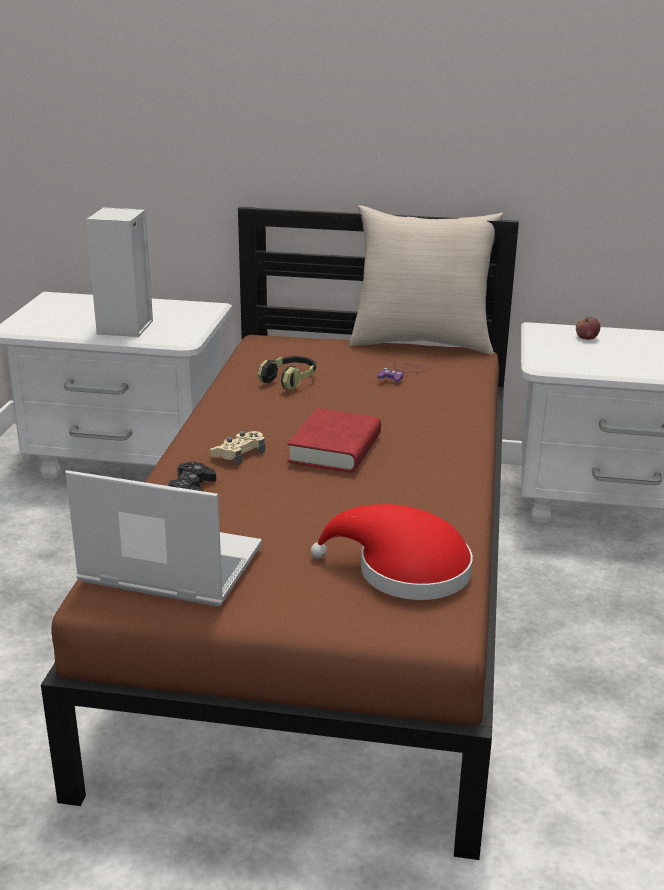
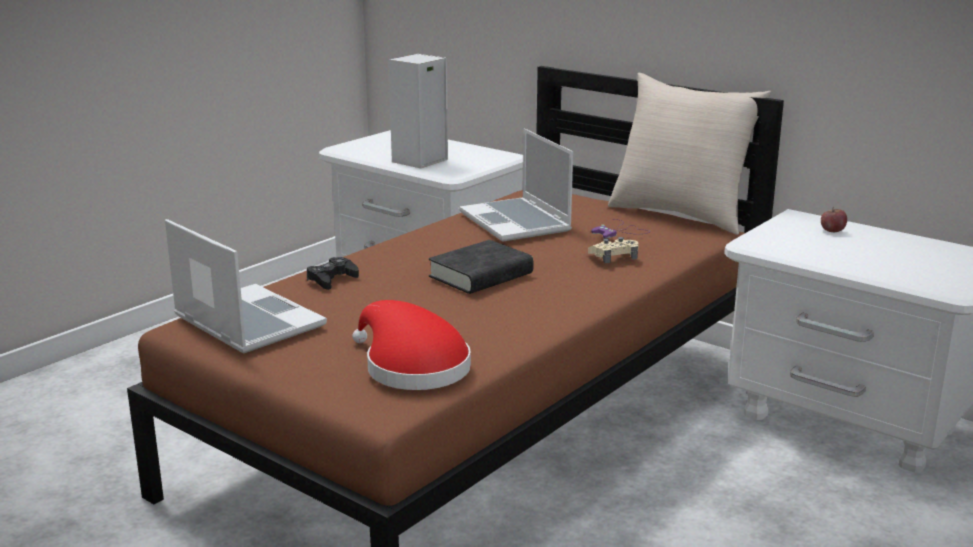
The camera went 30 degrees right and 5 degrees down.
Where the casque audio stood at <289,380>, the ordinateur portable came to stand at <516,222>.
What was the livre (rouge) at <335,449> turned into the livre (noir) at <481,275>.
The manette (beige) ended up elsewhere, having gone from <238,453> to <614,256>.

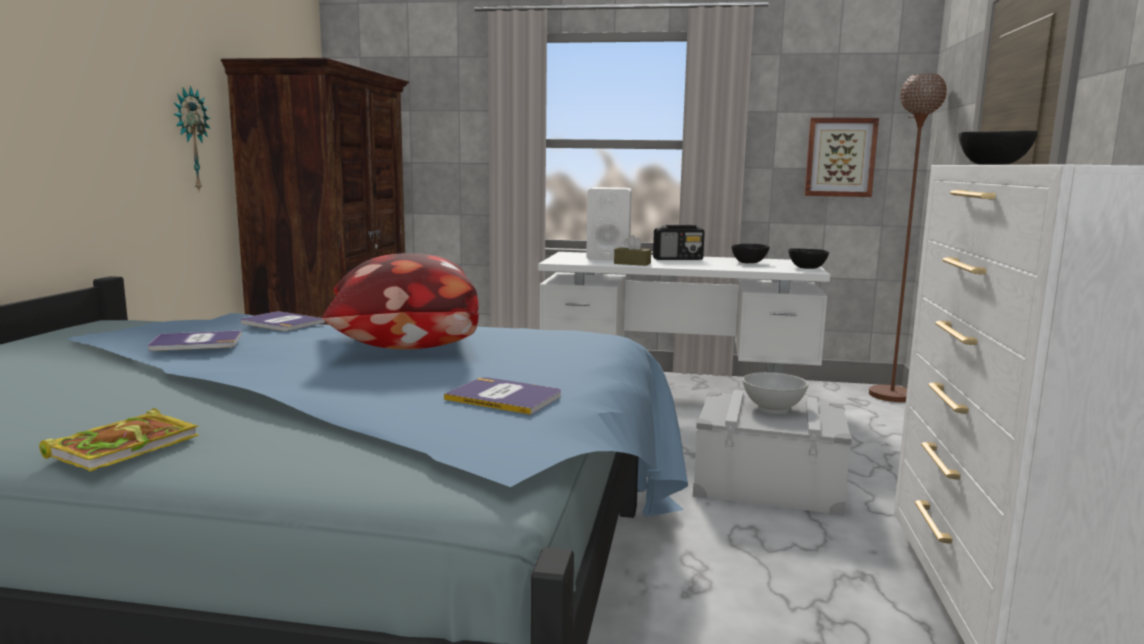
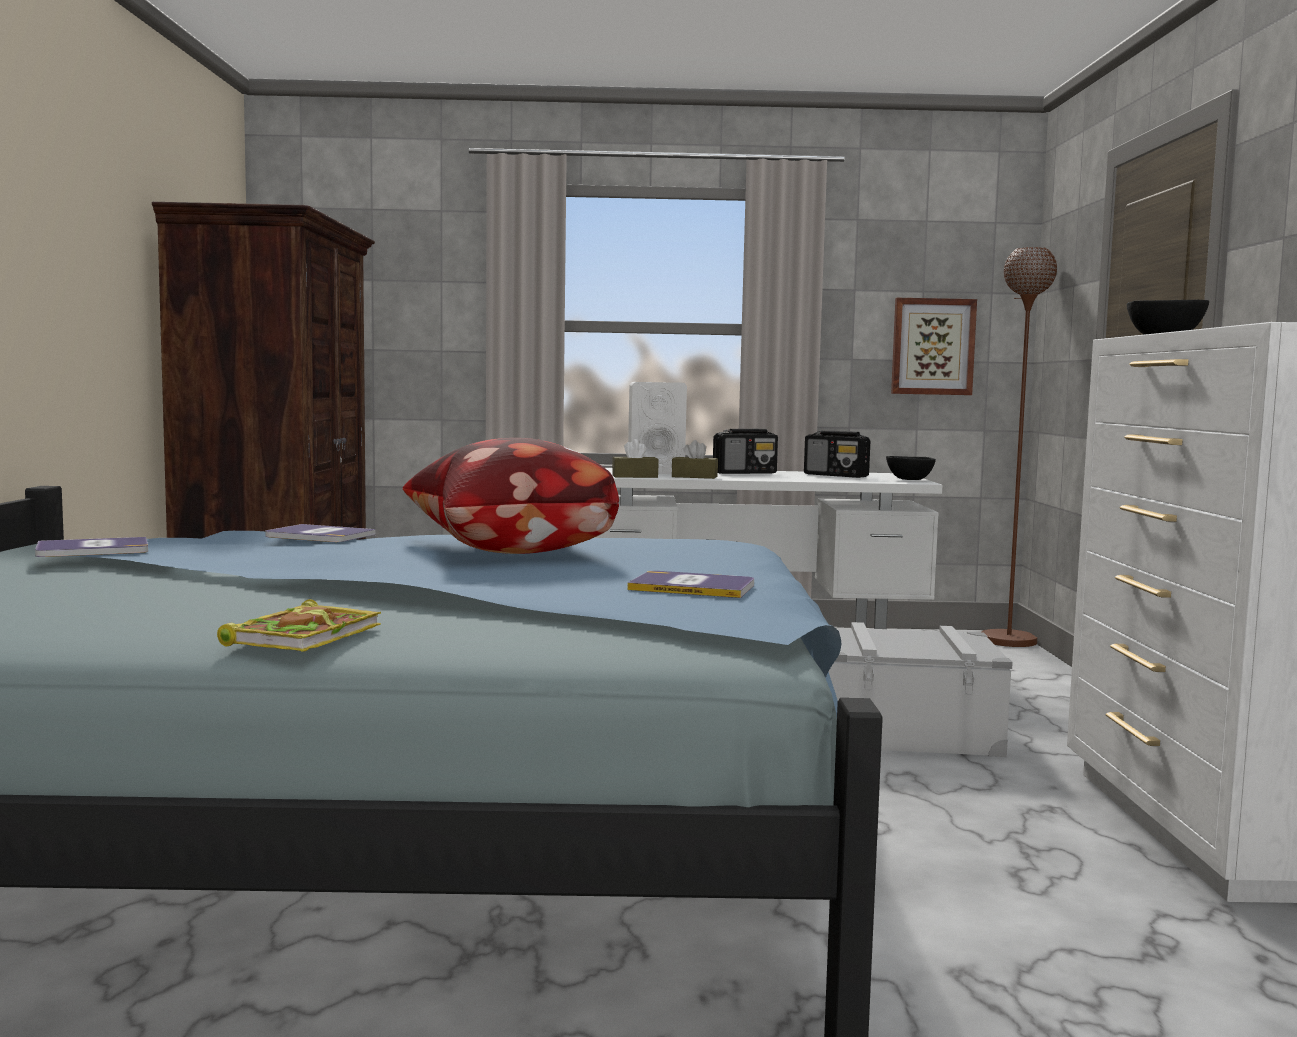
The camera went 10 degrees left and 5 degrees down.
The second view lost the horloge murale at <190,139>.
Where the bol (noir) stood at <750,263>, the radio came to stand at <836,475>.
The livre ended up elsewhere, having gone from <196,342> to <93,550>.
The second view lost the bol (blanc) at <773,408>.
The second view gained the boîte à mouchoirs (marron) at <635,476>.

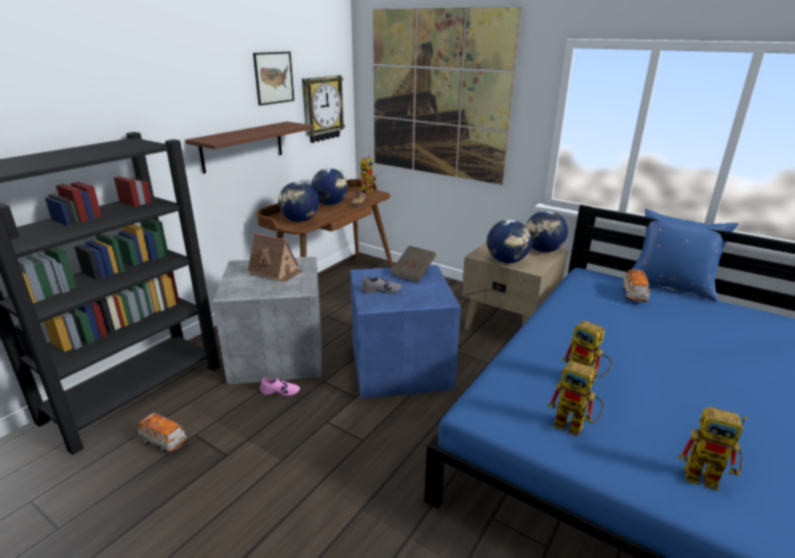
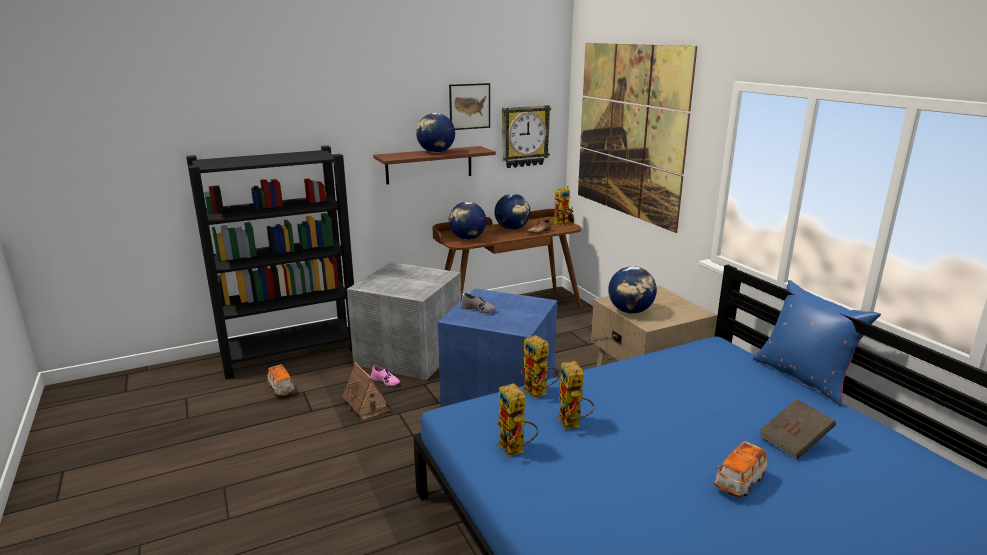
The camera went 30 degrees right and 5 degrees down.
The globe ended up elsewhere, having gone from <543,250> to <436,152>.
The maison miniature ended up elsewhere, having gone from <276,272> to <367,404>.
The livre (marron) ended up elsewhere, having gone from <413,273> to <794,441>.
The petite voiture ended up elsewhere, having gone from <634,295> to <739,482>.
The robot jouet ended up elsewhere, having gone from <709,478> to <539,393>.

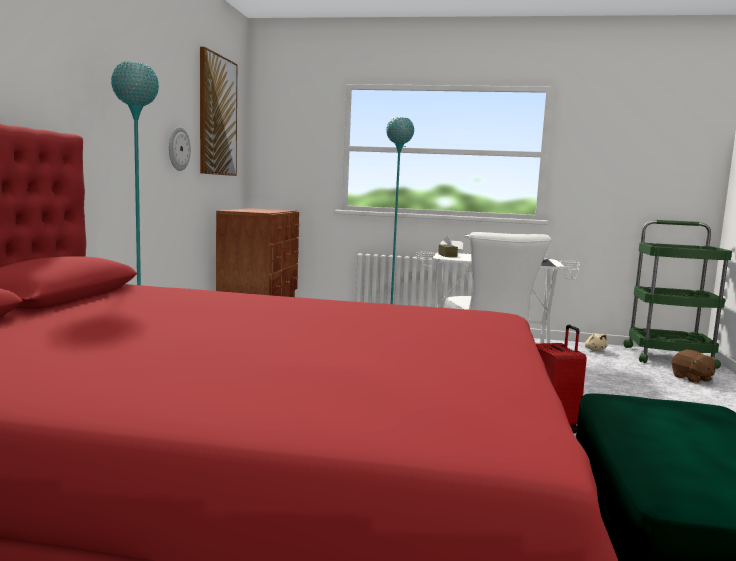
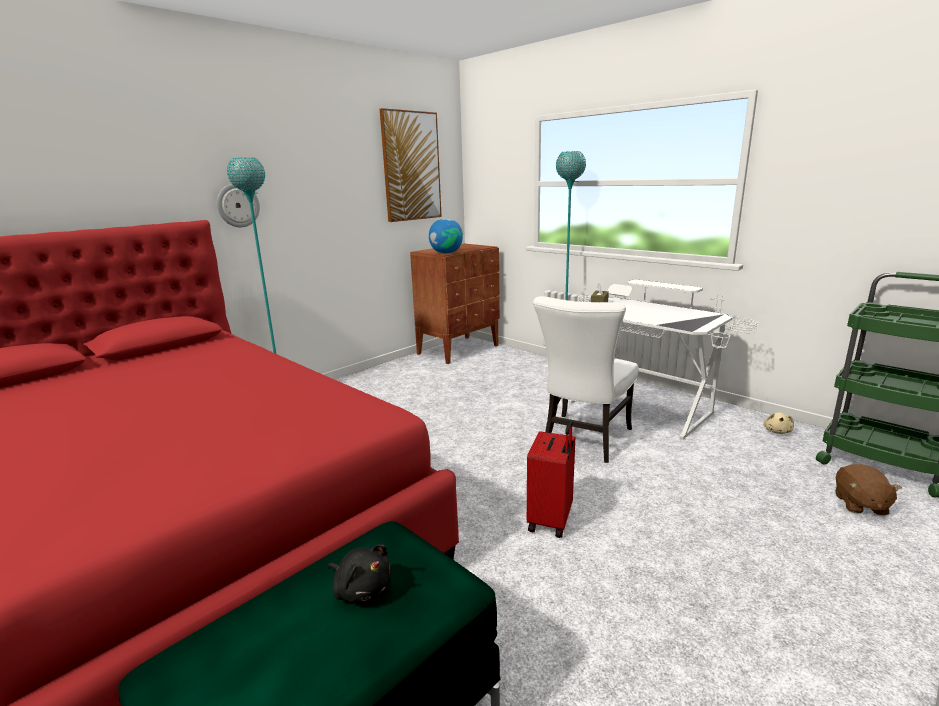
The camera went 35 degrees right and 10 degrees up.
The horloge murale ended up elsewhere, having gone from <178,149> to <238,205>.
The second view gained the globe at <446,253>.
The second view gained the peluche (noir) at <361,589>.

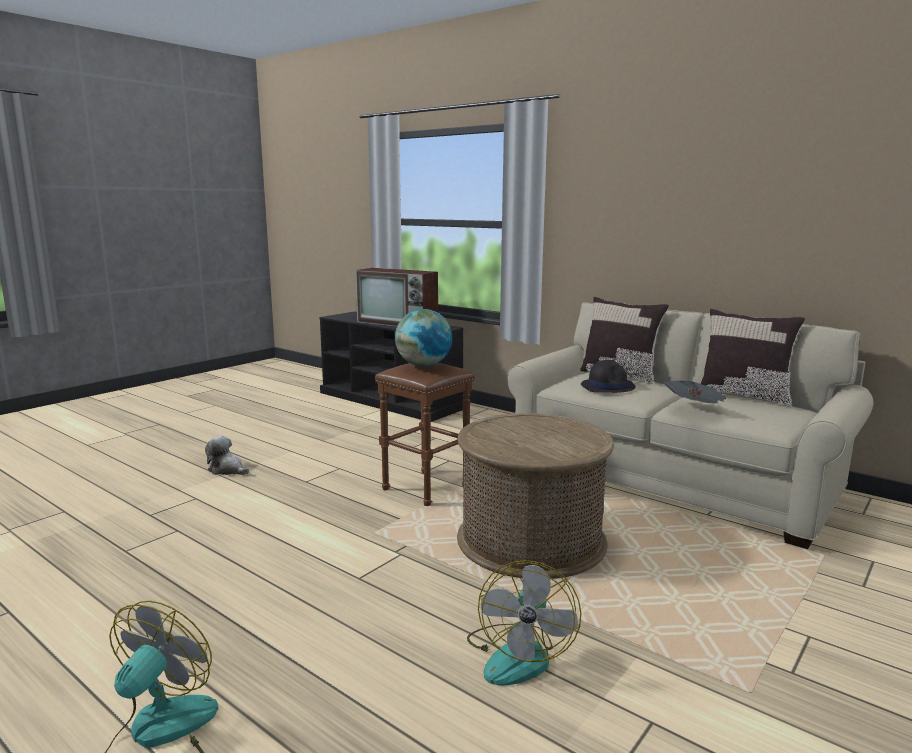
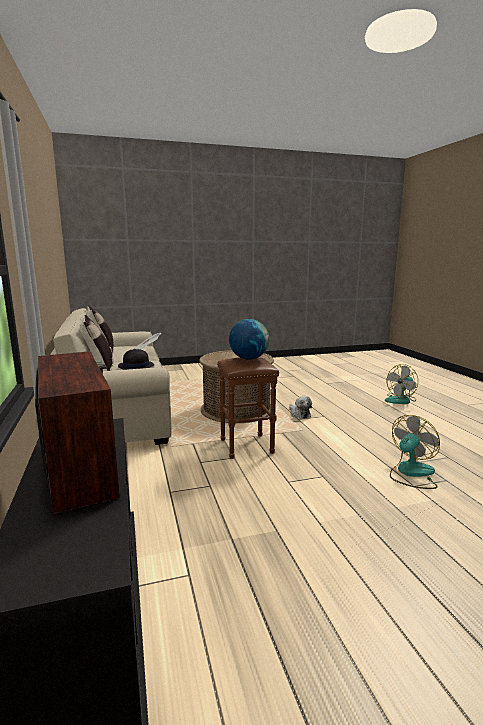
The camera went 145 degrees left and 0 degrees up.
The peluche ended up elsewhere, having gone from <227,470> to <299,414>.
The ventilateur ended up elsewhere, having gone from <518,655> to <411,473>.

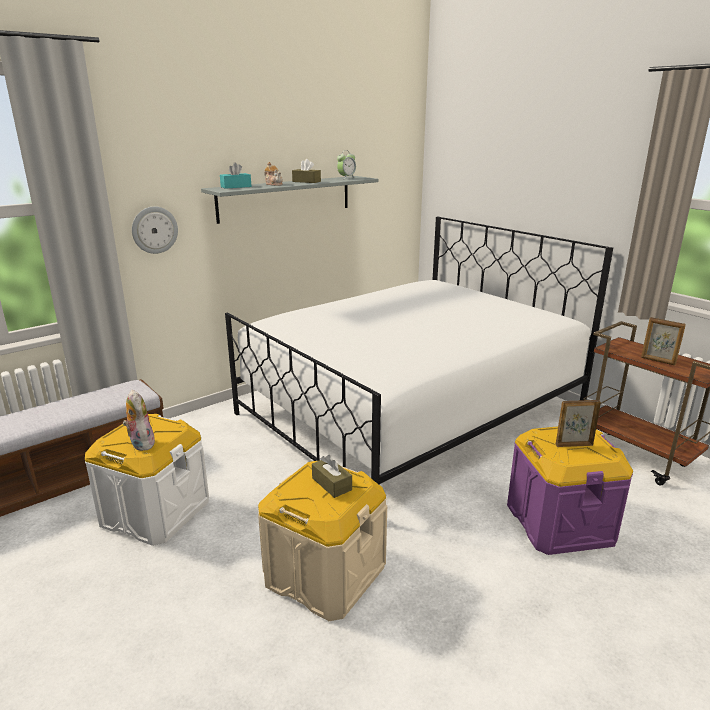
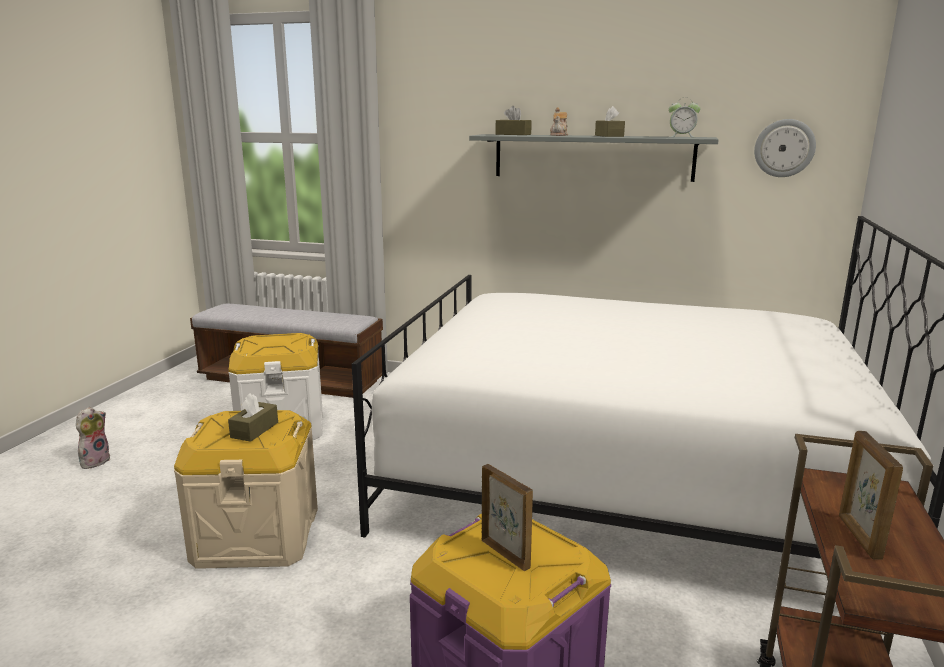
The camera went 55 degrees right and 5 degrees down.
What was the boîte à mouchoirs (turquoise) at <236,187> turned into the boîte à mouchoirs (marron) at <513,134>.
The horloge murale ended up elsewhere, having gone from <154,230> to <784,148>.
The peluche ended up elsewhere, having gone from <140,443> to <95,461>.

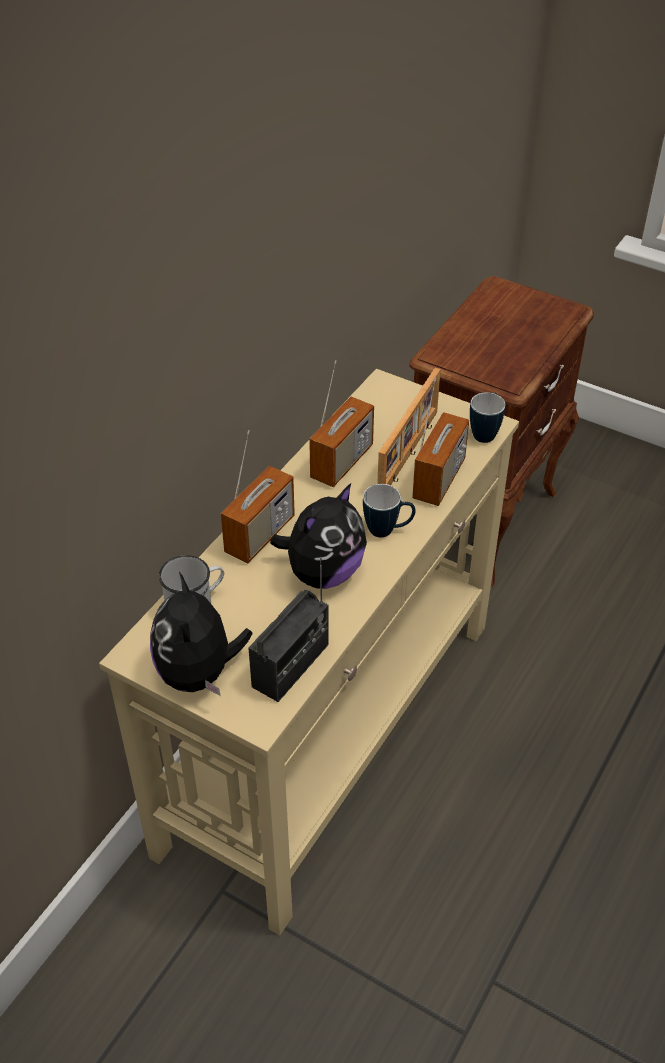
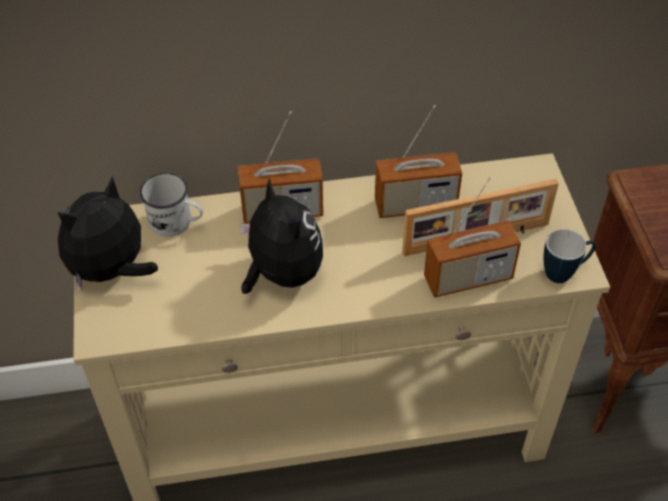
The camera went 50 degrees right and 5 degrees up.
The peluche at <323,573> ended up facing another way, 120 degrees counterclockwise from before.
The second view lost the mug at <388,530>.
The second view lost the radio at <291,665>.

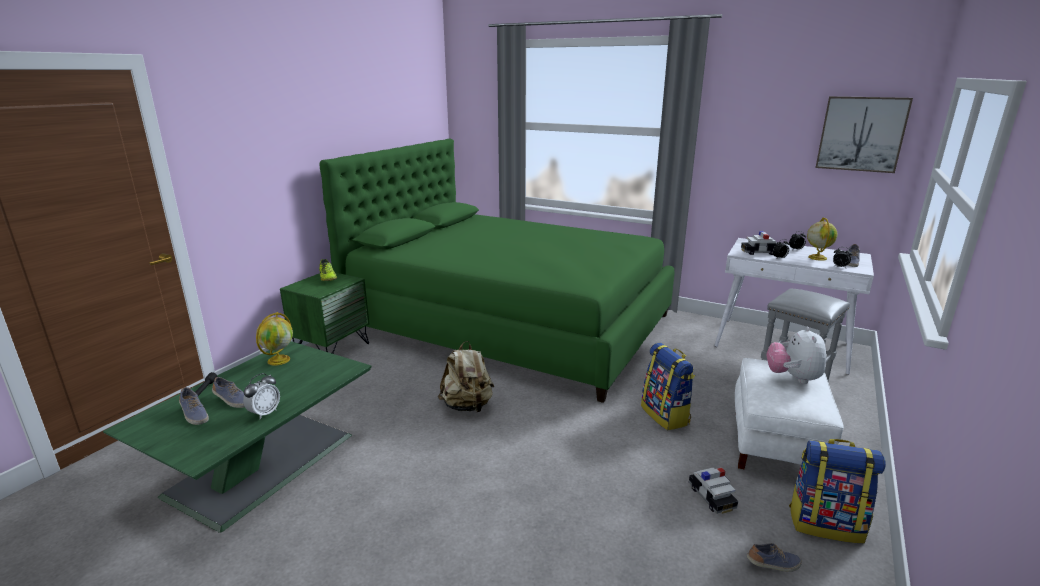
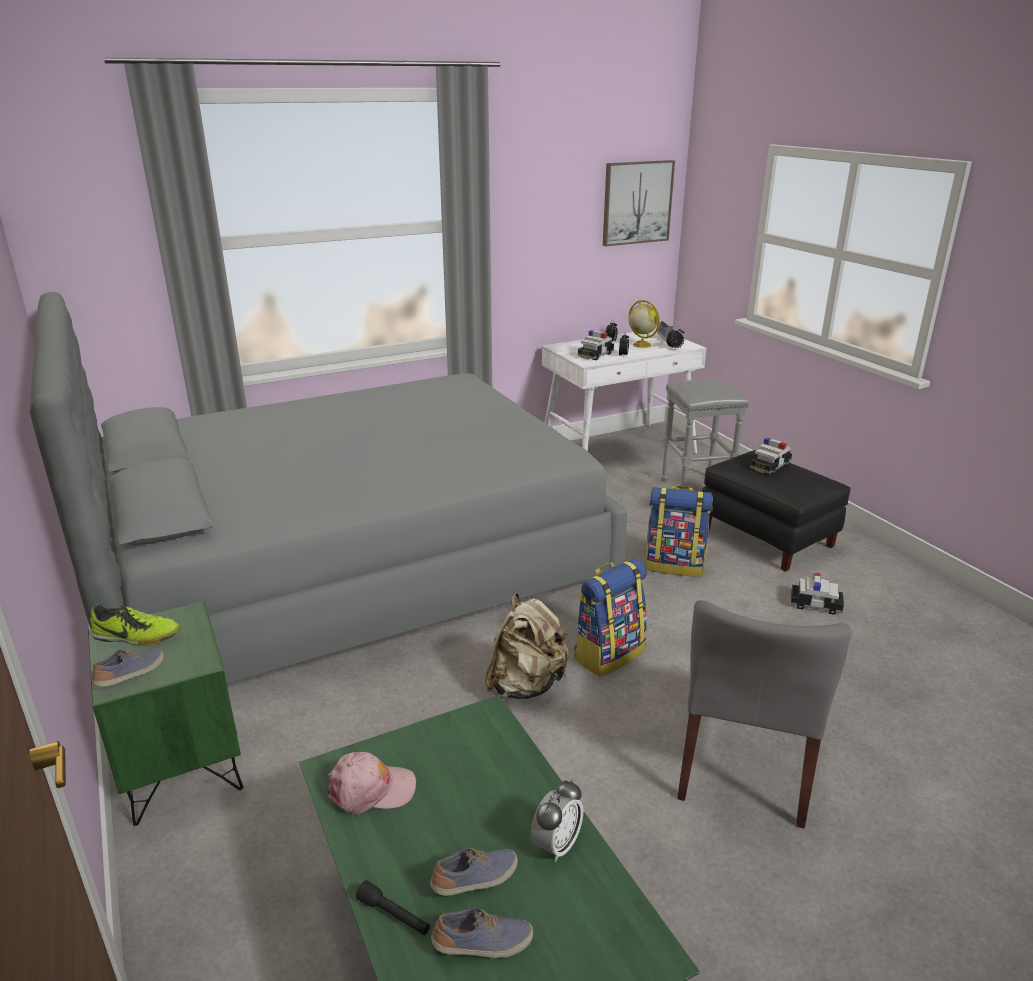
The camera went 55 degrees left and 5 degrees up.
What was the lit (vert) at <509,322> turned into the lit (gris) at <350,567>.
Where the globe stood at <279,360>, the casquette (rose) came to stand at <371,789>.
Where the peluche stood at <793,378>, the petite voiture came to stand at <770,466>.
What was the pouf (blanc) at <777,445> turned into the pouf (noir) at <767,537>.
The réveil at <264,413> ended up facing another way, 60 degrees clockwise from before.
The sac à dos ended up elsewhere, having gone from <826,524> to <608,654>.
The chaussure ended up elsewhere, having gone from <773,565> to <132,675>.
The second view gained the chaise (gris) at <744,763>.

